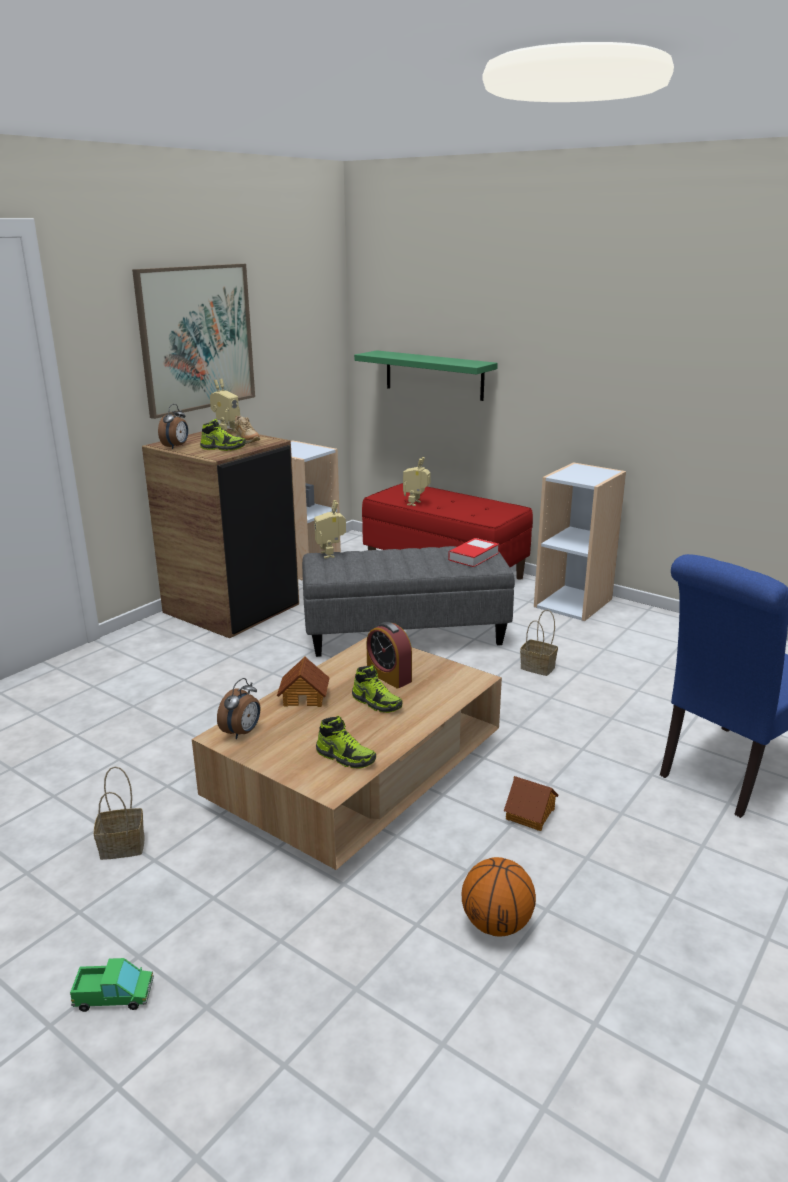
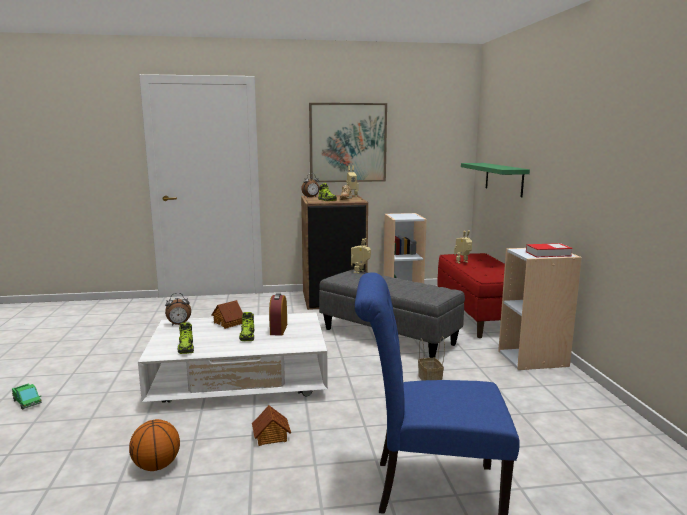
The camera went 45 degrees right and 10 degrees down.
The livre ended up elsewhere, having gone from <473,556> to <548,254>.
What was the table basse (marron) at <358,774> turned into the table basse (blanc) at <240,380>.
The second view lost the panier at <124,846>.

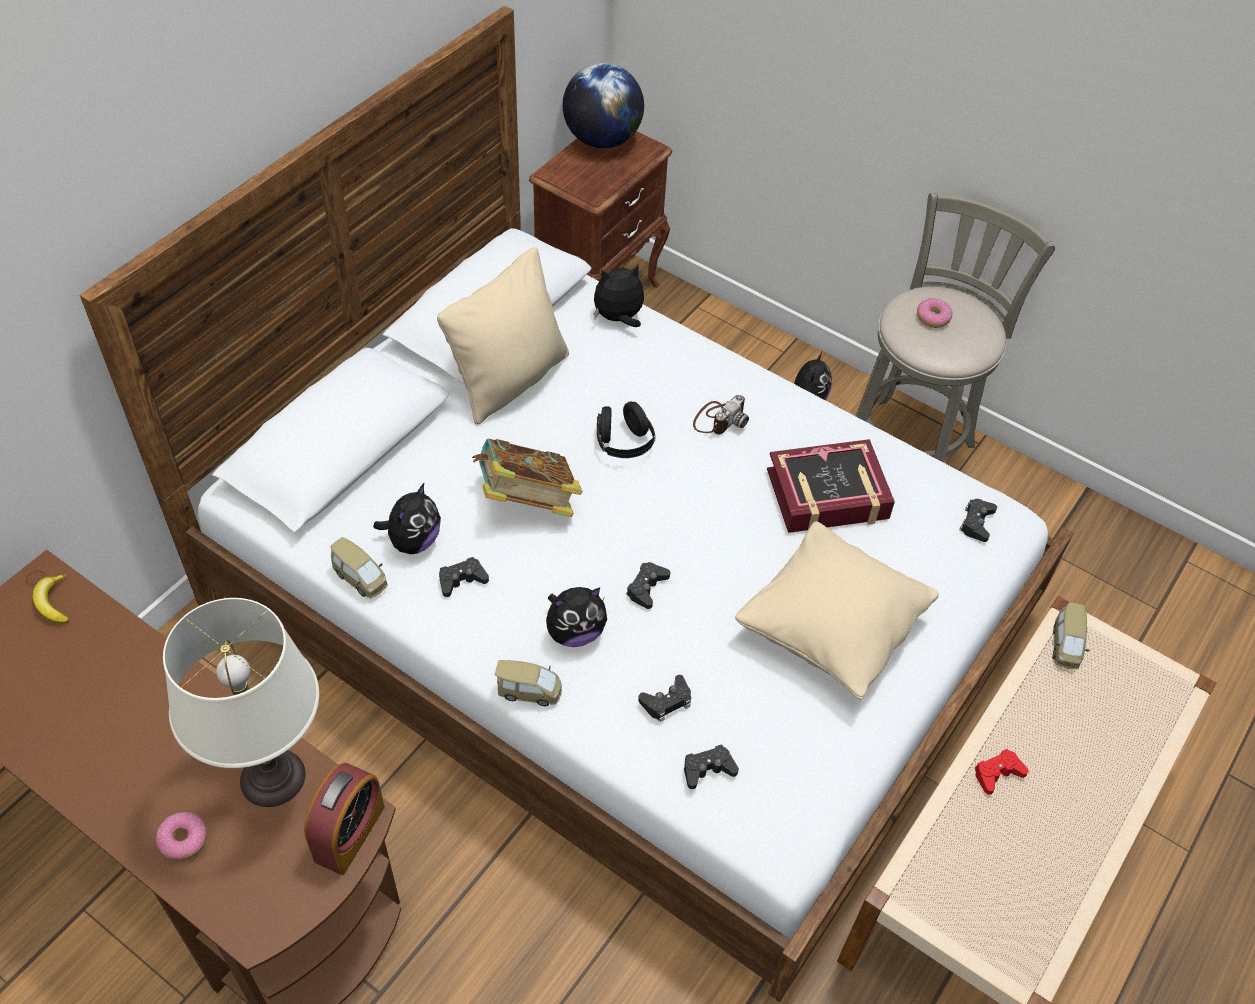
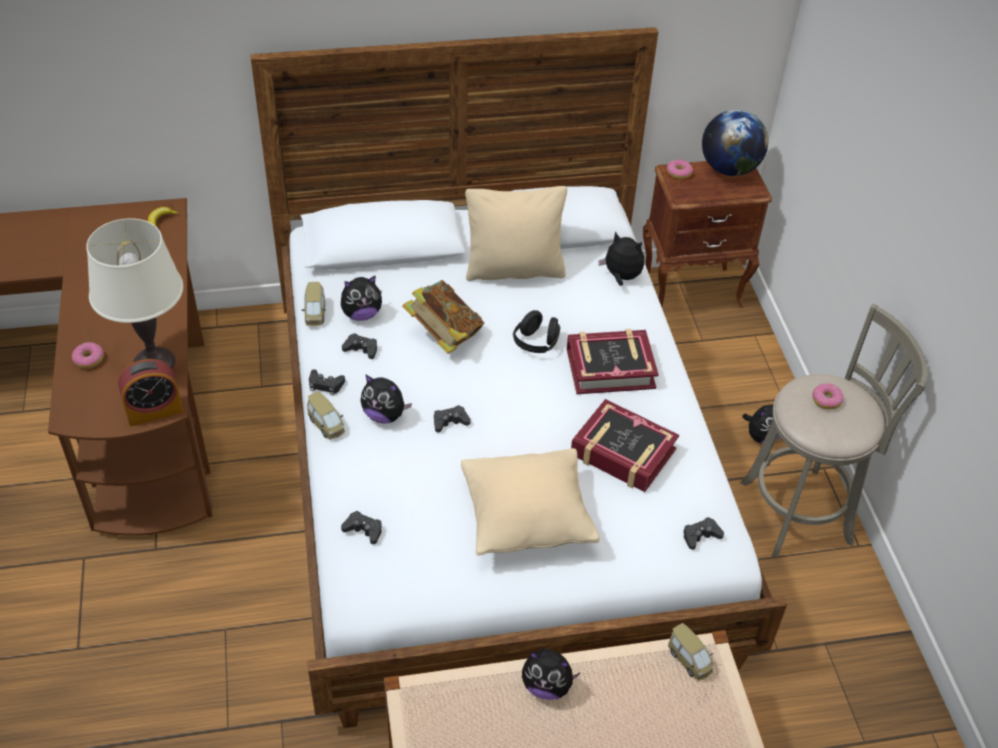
The camera went 45 degrees right and 5 degrees down.
Where the appareil photo stood at <719,419>, the livre came to stand at <610,368>.
The petite voiture at <1066,646> ended up facing another way, 90 degrees counterclockwise from before.
The manette (noir) ended up elsewhere, having gone from <666,702> to <325,385>.
Where the manette (rouge) stood at <997,774>, the peluche came to stand at <546,686>.
The second view gained the beignet at <678,173>.

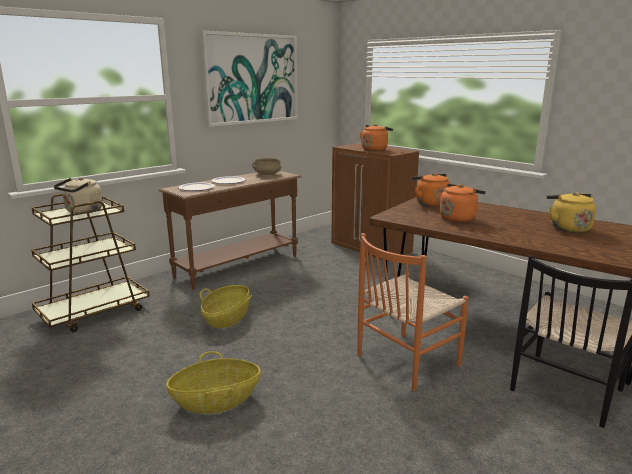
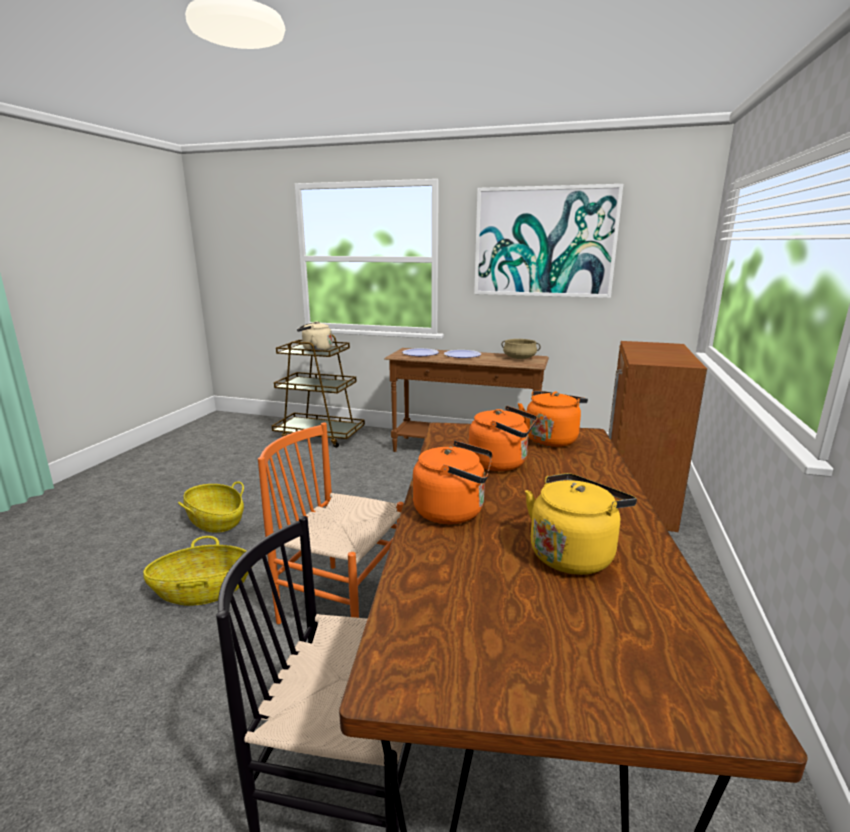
The camera went 60 degrees right and 0 degrees up.
The bouilloire (orange) ended up elsewhere, having gone from <375,149> to <453,512>.
The panier ended up elsewhere, having gone from <227,318> to <203,591>.

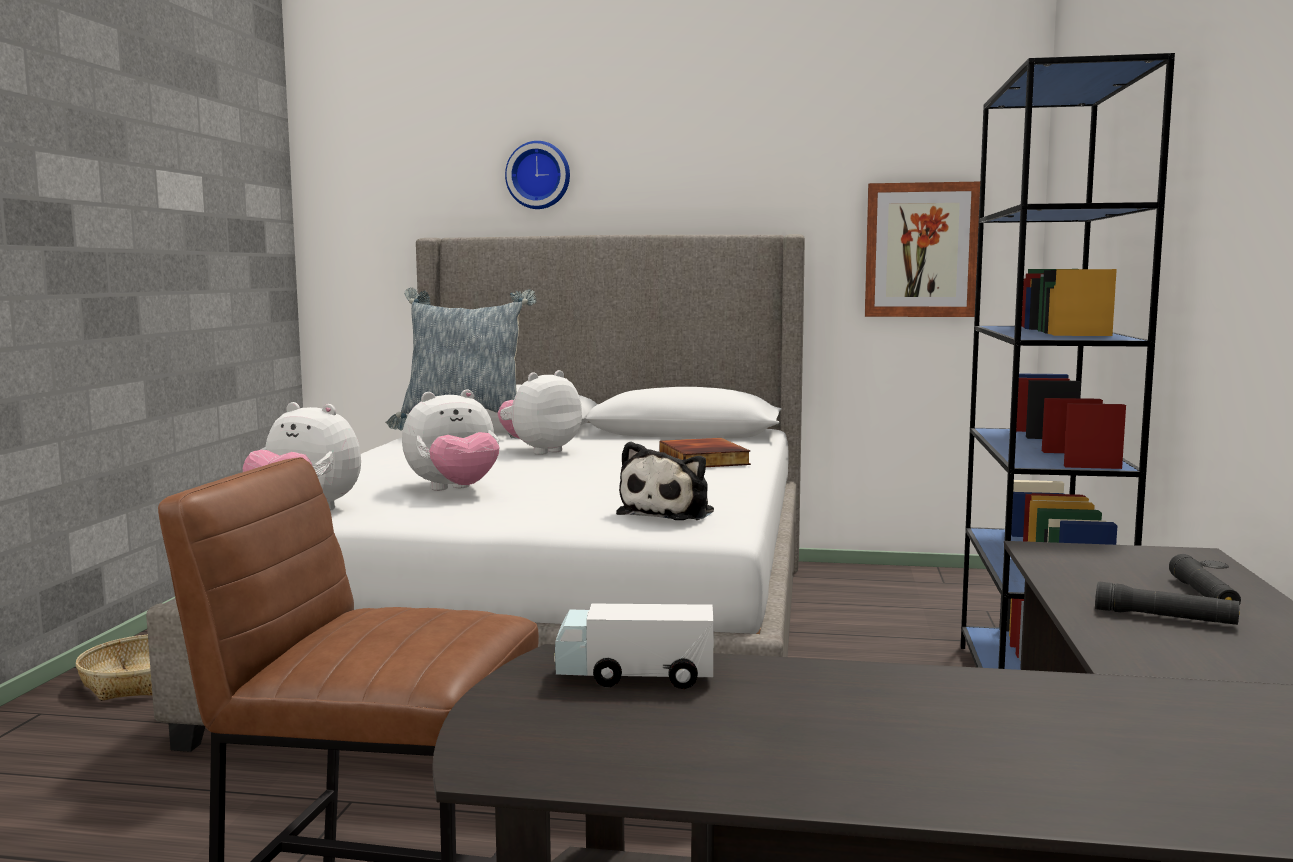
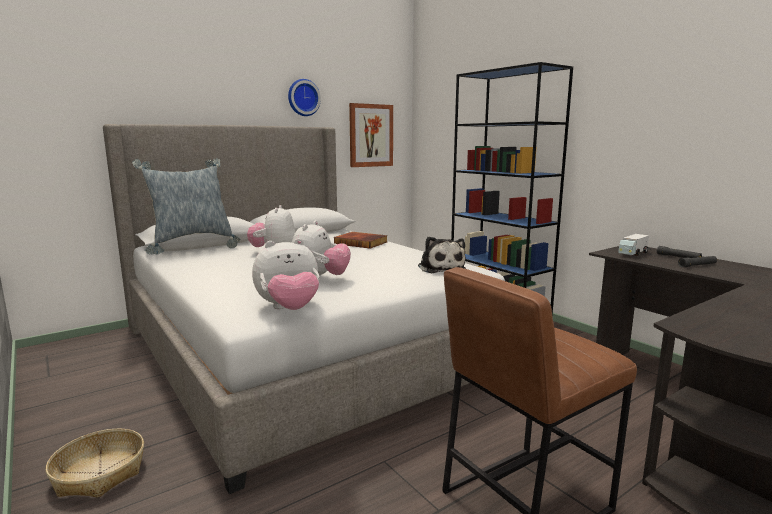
The camera went 45 degrees left and 5 degrees up.
The horloge murale ended up elsewhere, having gone from <539,175> to <303,97>.
The camion jouet ended up elsewhere, having gone from <634,676> to <632,253>.

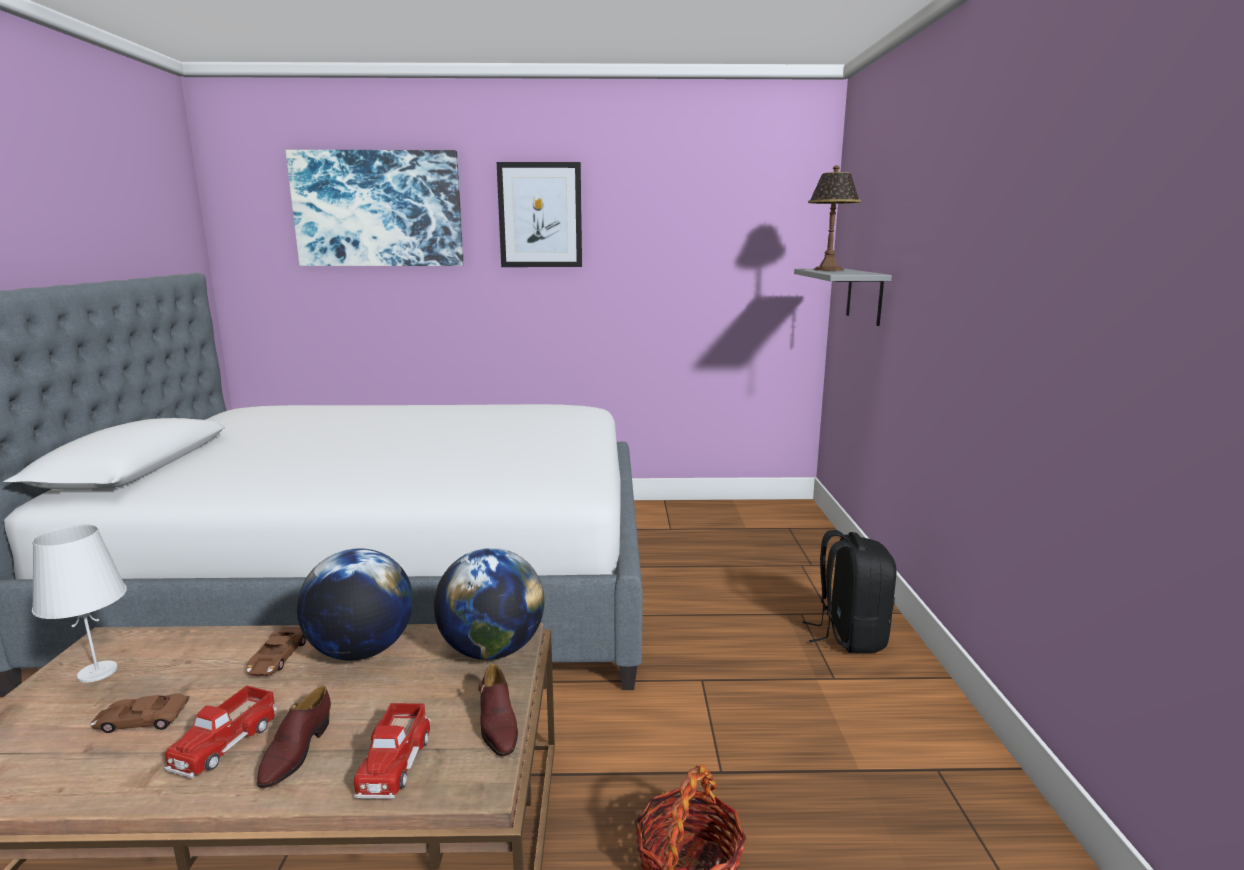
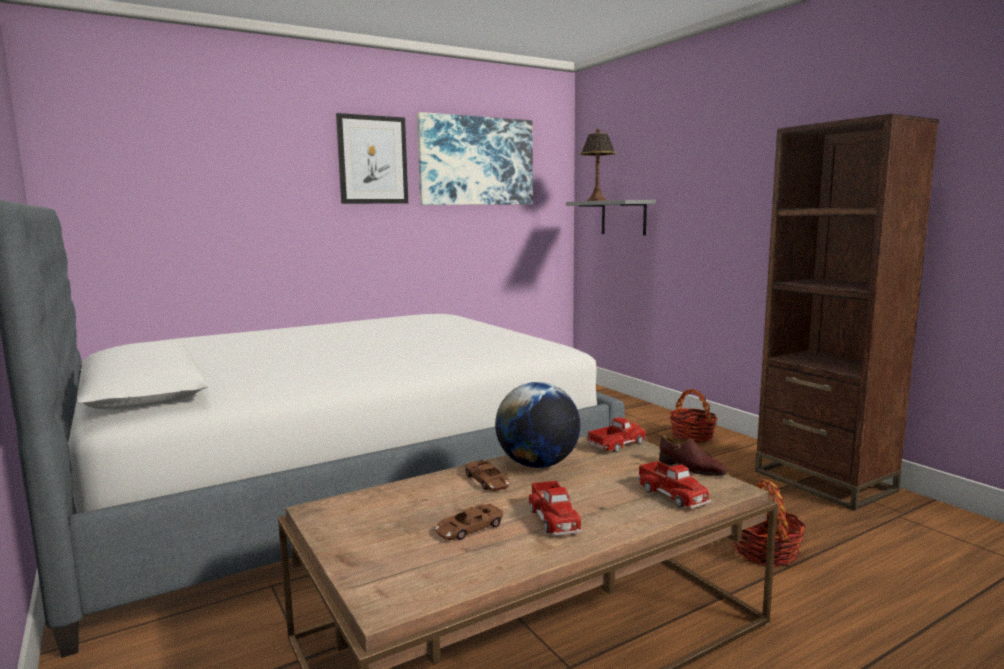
The camera went 30 degrees left and 5 degrees down.
The tableau ended up elsewhere, having gone from <378,209> to <476,161>.
The second view lost the lampe de table (blanc) at <98,672>.
Where the sac à dos (noir) stood at <849,636>, the panier came to stand at <692,436>.
Where the globe stood at <492,650>, the camion jouet came to stand at <617,445>.
The second view lost the chaussure (marron) at <295,752>.
The second view gained the bibliothèque (marron) at <823,481>.

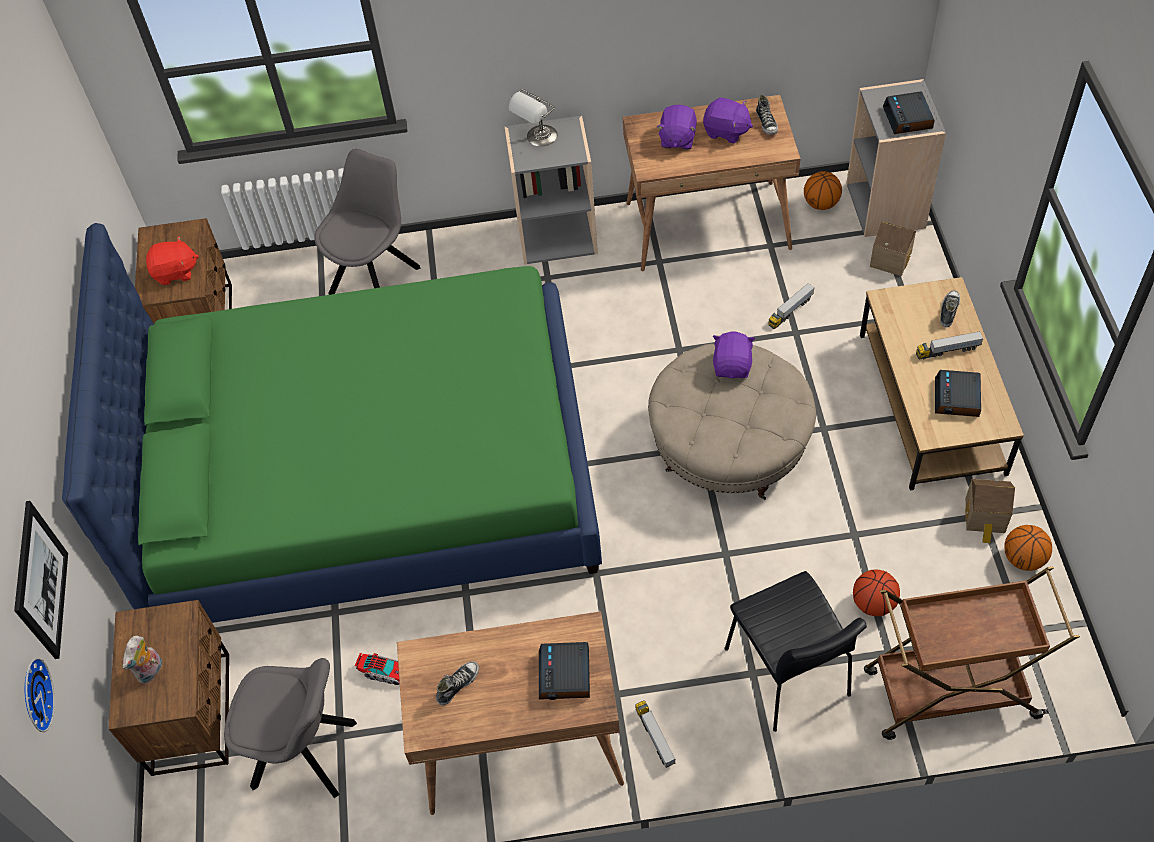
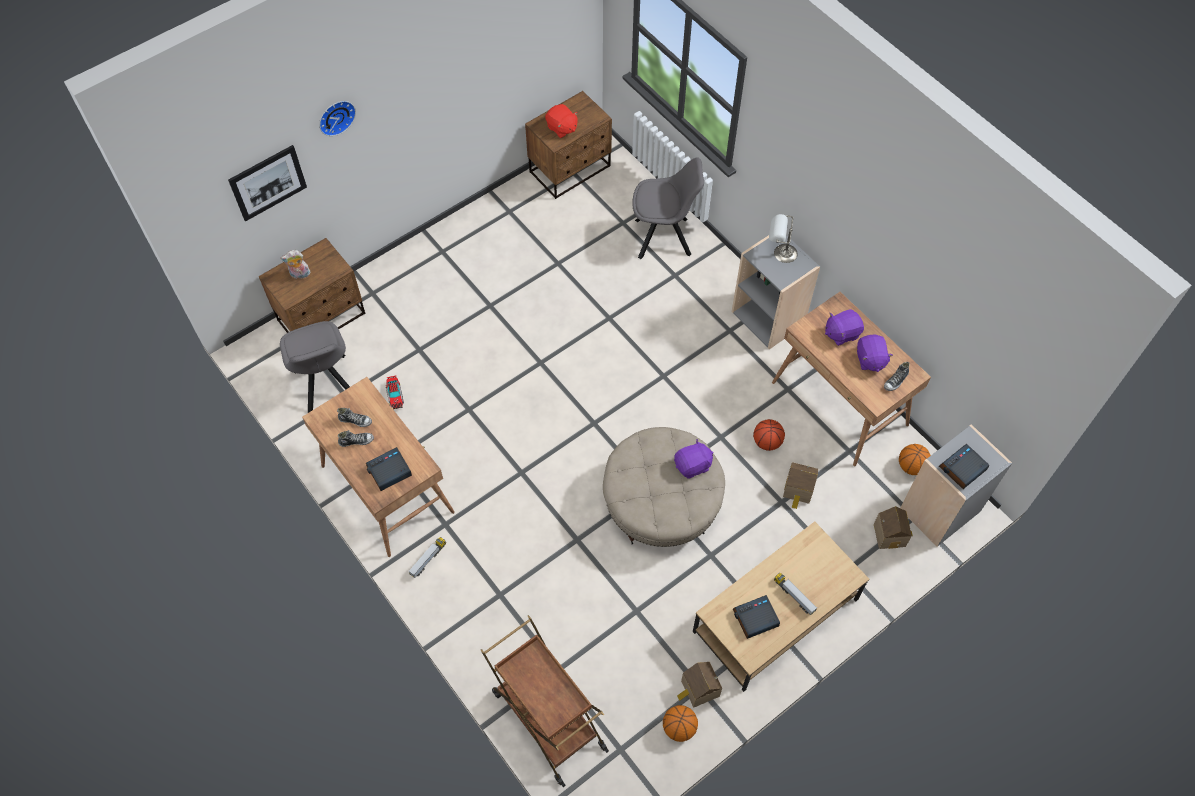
The camera went 55 degrees right and 5 degrees up.
The second view lost the lit (vert) at <370,477>.
Where the camion jouet stood at <790,311>, the maison miniature came to stand at <798,490>.
The chaussure ended up elsewhere, having gone from <948,311> to <356,441>.
The ballon de basket ended up elsewhere, having gone from <873,603> to <767,442>.
The second view lost the chaise (noir) at <790,675>.
The horloge murale ended up elsewhere, having gone from <33,695> to <335,116>.

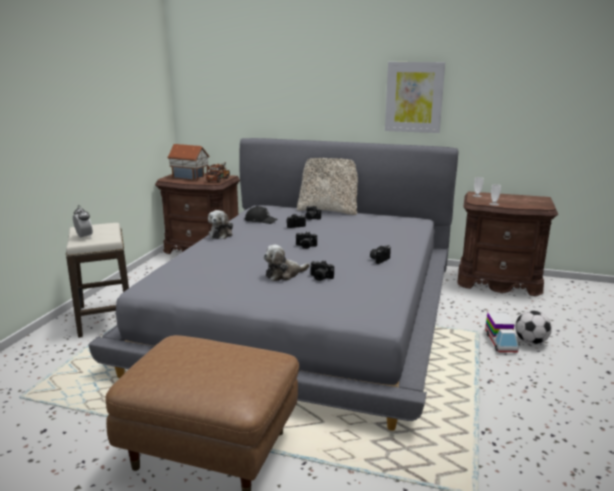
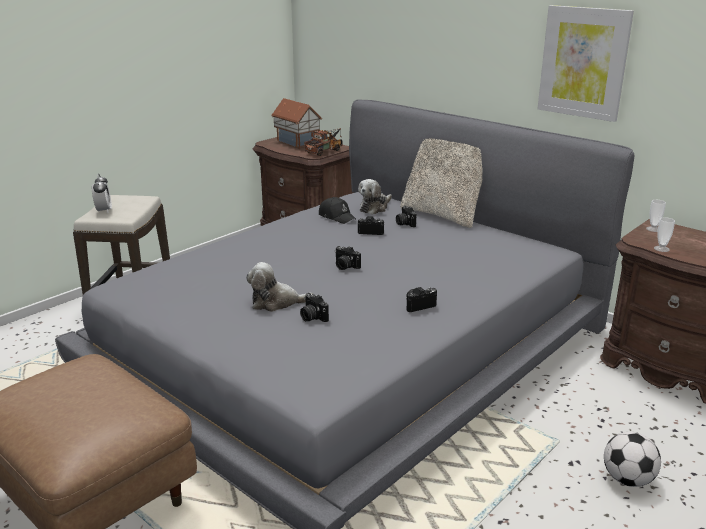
The camera went 25 degrees right and 5 degrees up.
The peluche ended up elsewhere, having gone from <221,234> to <374,208>.
The second view lost the camion jouet at <500,342>.

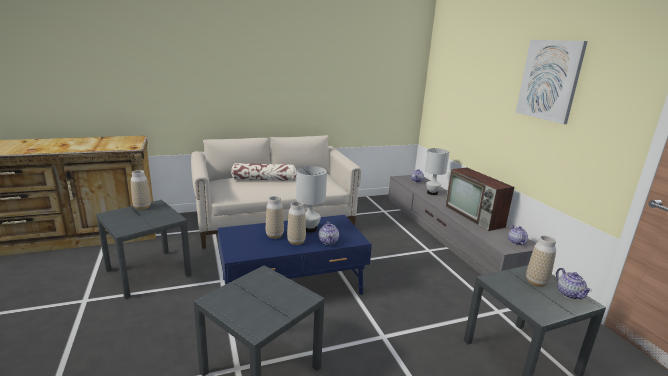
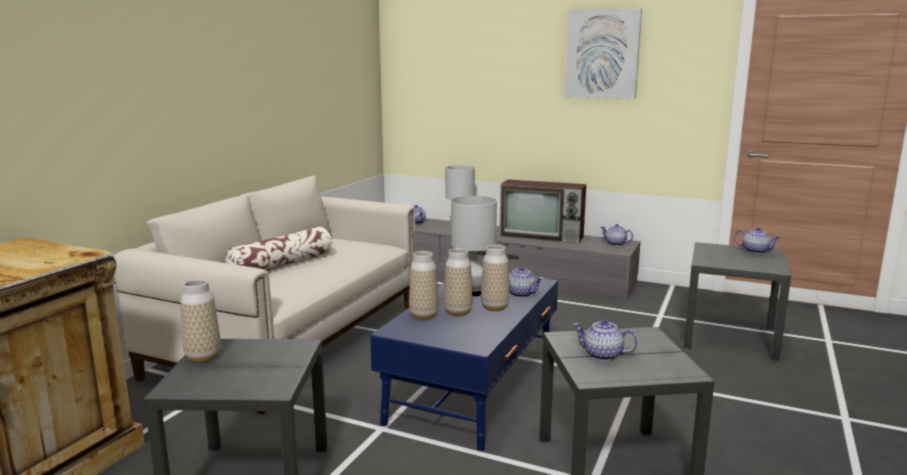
The camera went 45 degrees left and 5 degrees down.
The vase ended up elsewhere, having gone from <536,282> to <423,316>.
The second view gained the théière at <602,355>.

